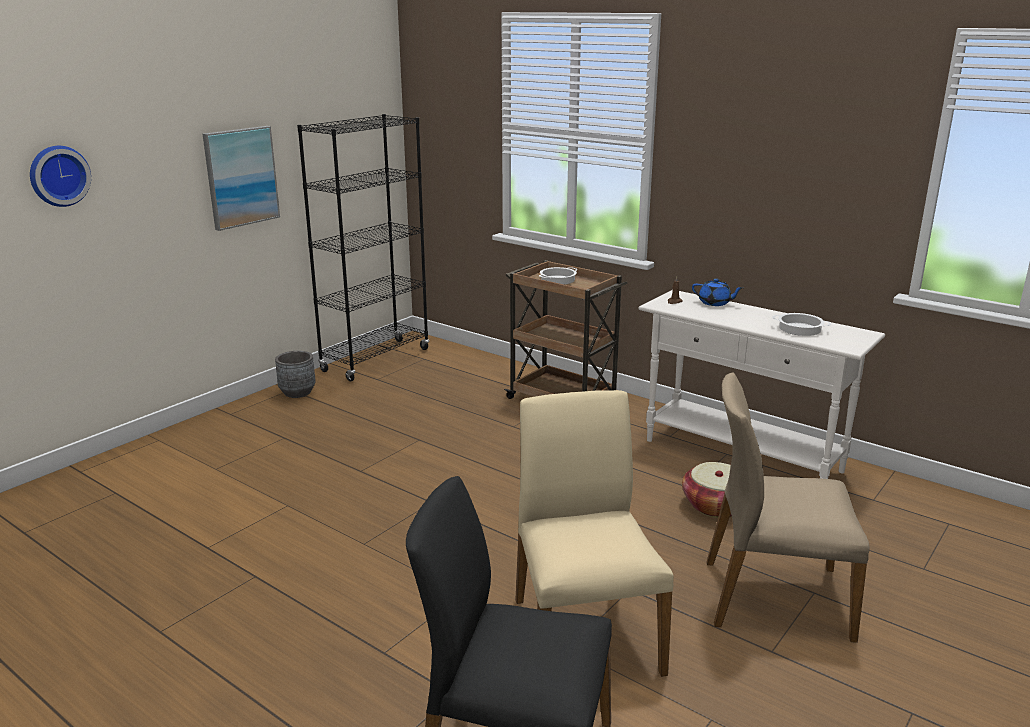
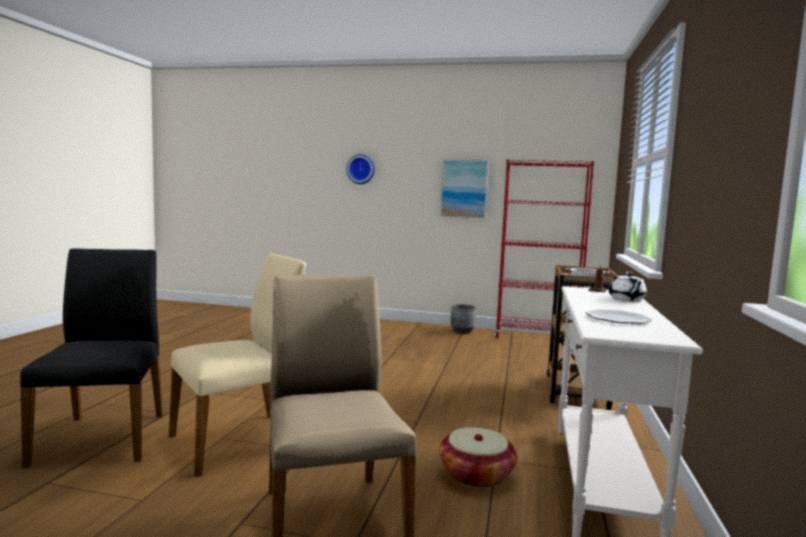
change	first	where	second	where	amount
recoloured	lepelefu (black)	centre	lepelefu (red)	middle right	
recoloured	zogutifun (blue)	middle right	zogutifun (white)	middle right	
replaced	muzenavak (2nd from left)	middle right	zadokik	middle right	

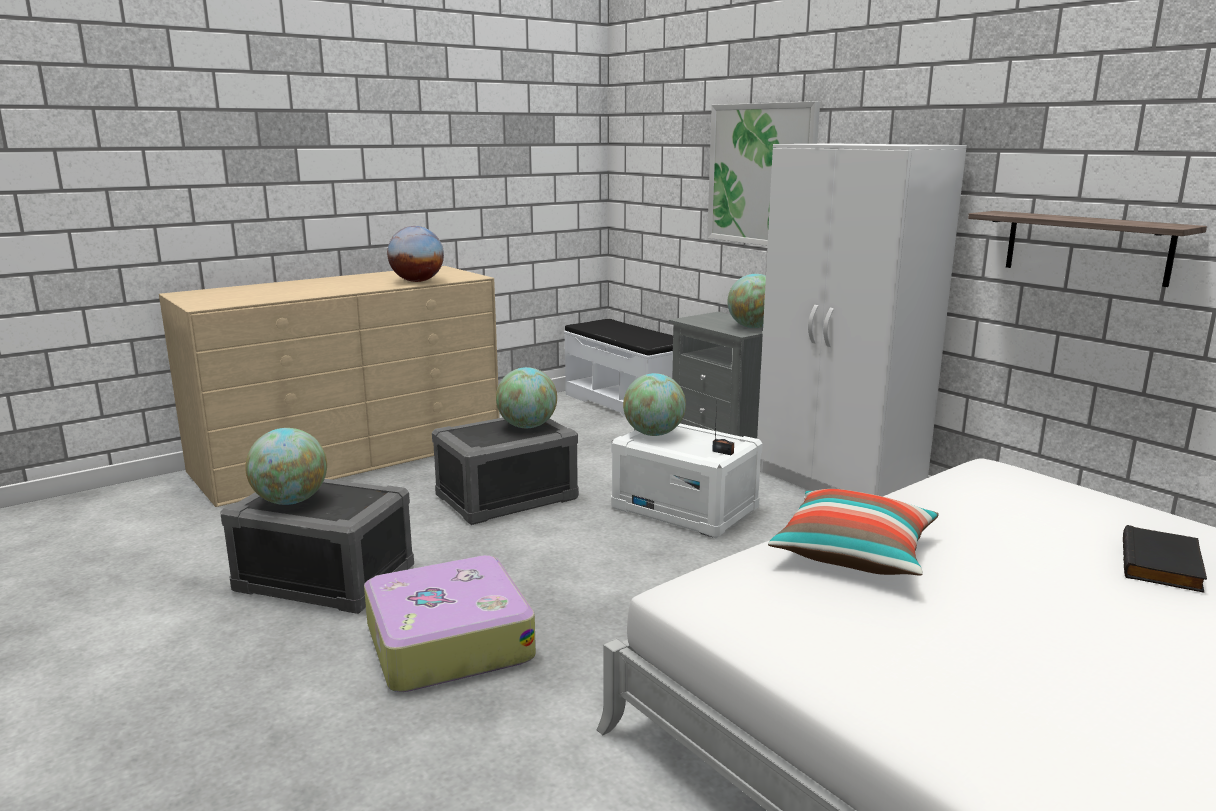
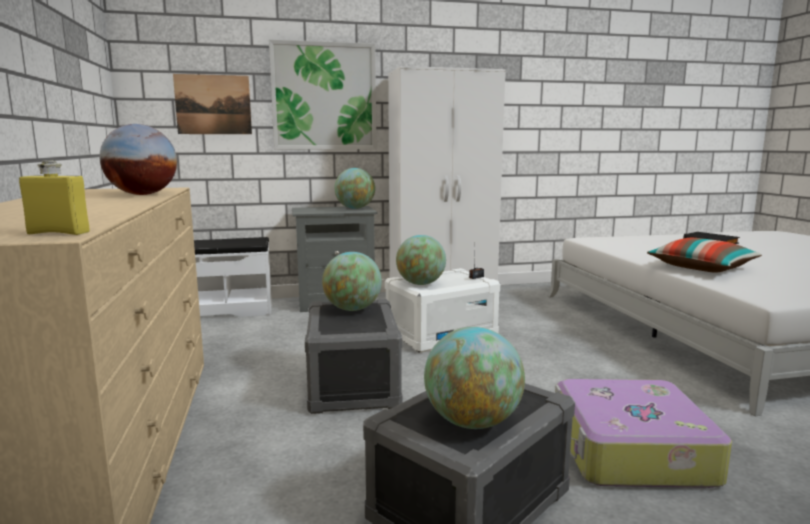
change	first	where	second	where	amount
removed	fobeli	top right			
added			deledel (1st from left)	top left	
added			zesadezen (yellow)	middle left	

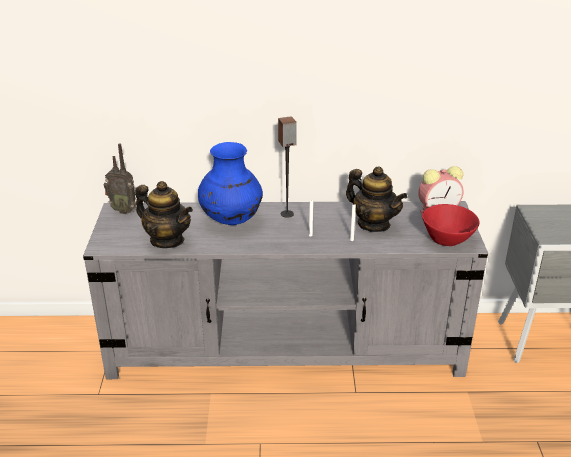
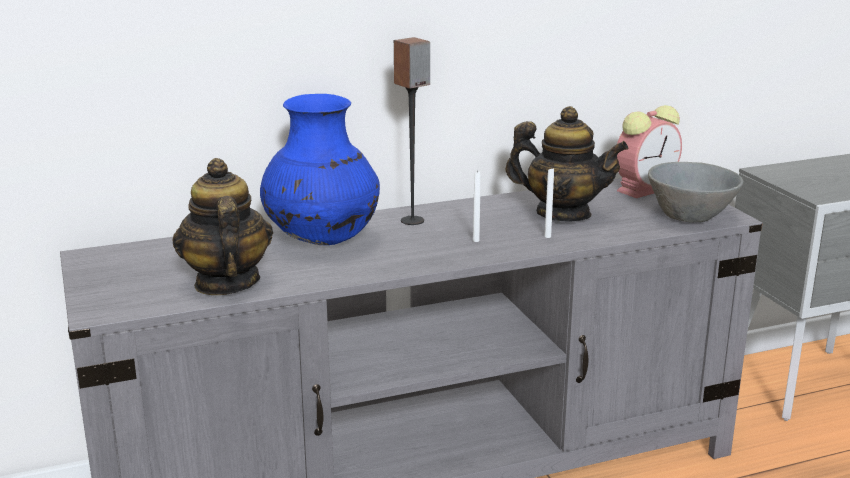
change	first	where	second	where	amount
removed	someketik	middle left			
turned	zogutifun (1st from left)	middle left		middle left	120 degrees counterclockwise
recoloured	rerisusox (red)	middle right	rerisusox (grey)	middle right	

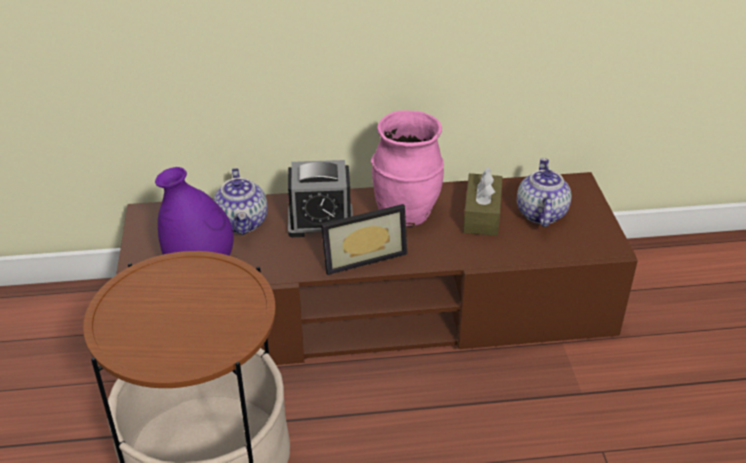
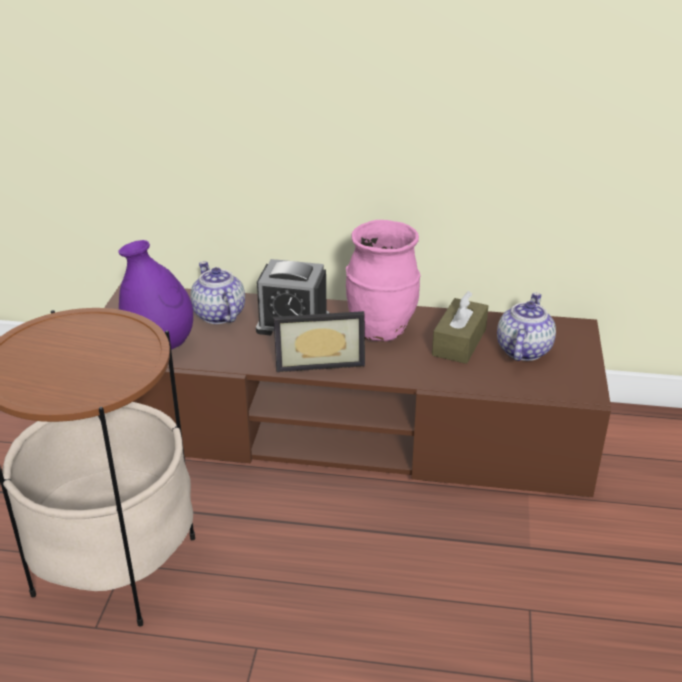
change	first	where	second	where	amount
turned	zogutifun (1st from left)	middle left		middle left	150 degrees clockwise

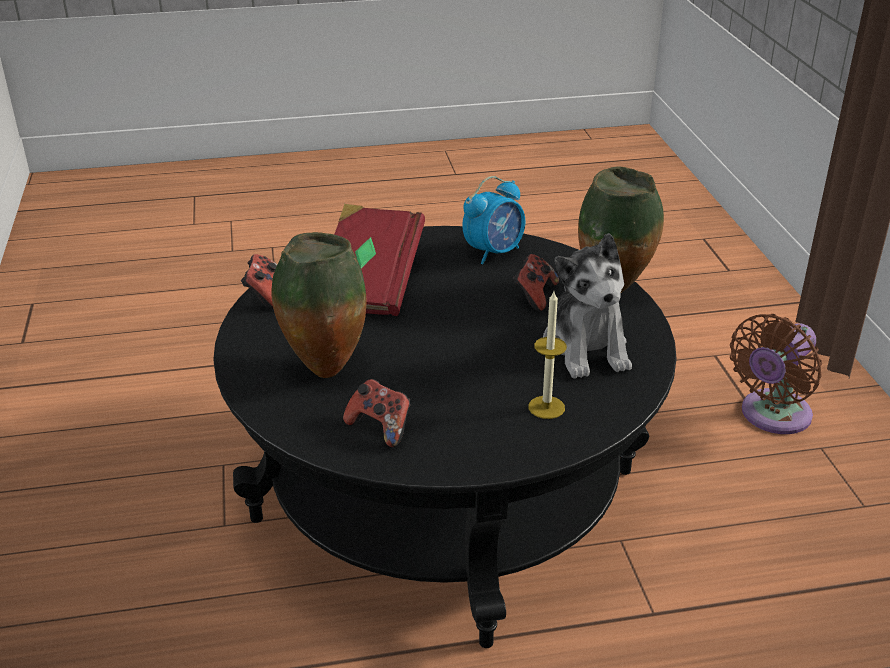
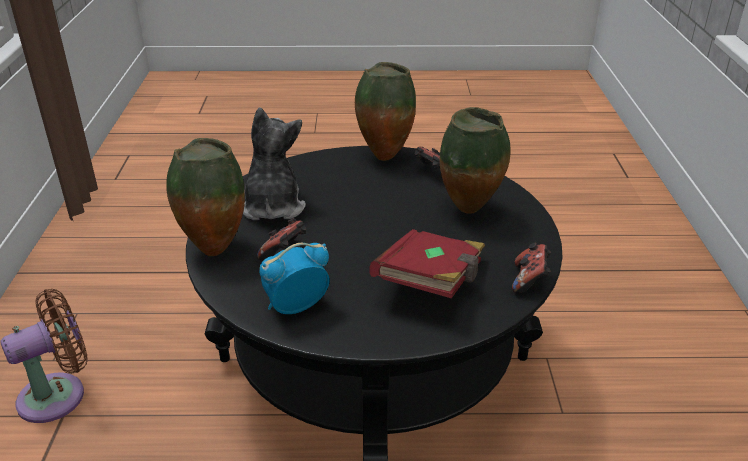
change	first	where	second	where	amount
removed	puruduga	centre			
added			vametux (2nd from left)	top centre	

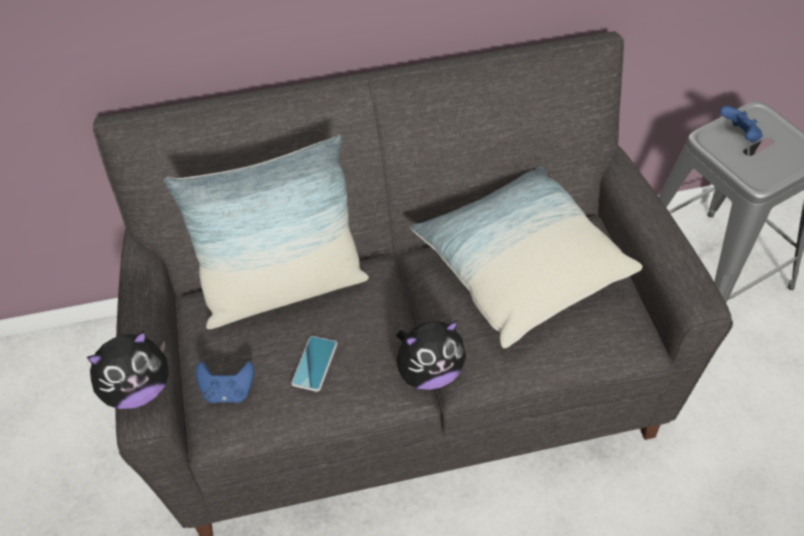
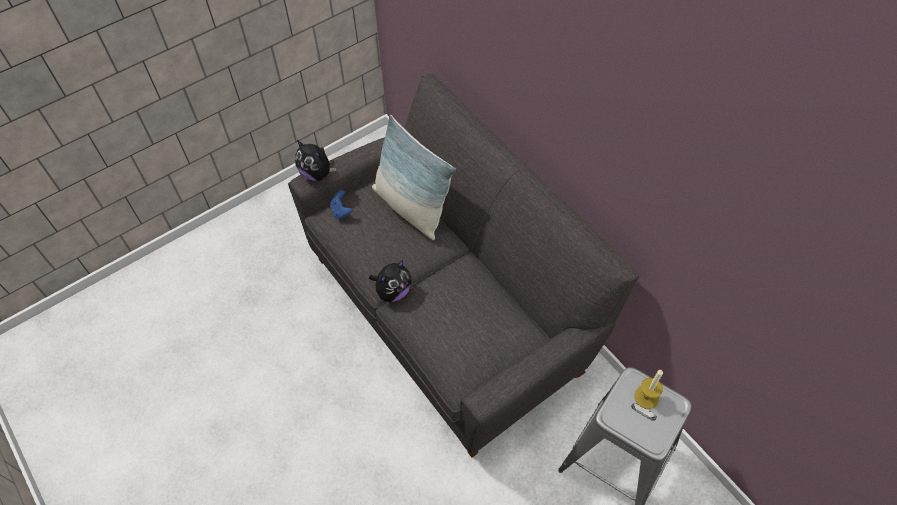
change	first	where	second	where	amount
replaced	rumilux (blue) (2nd from left)	top right	puruduga	bottom right	
removed	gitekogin (2nd from left)	centre			
turned	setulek (2nd from left)	centre		centre	90 degrees counterclockwise
removed	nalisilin	bottom centre			

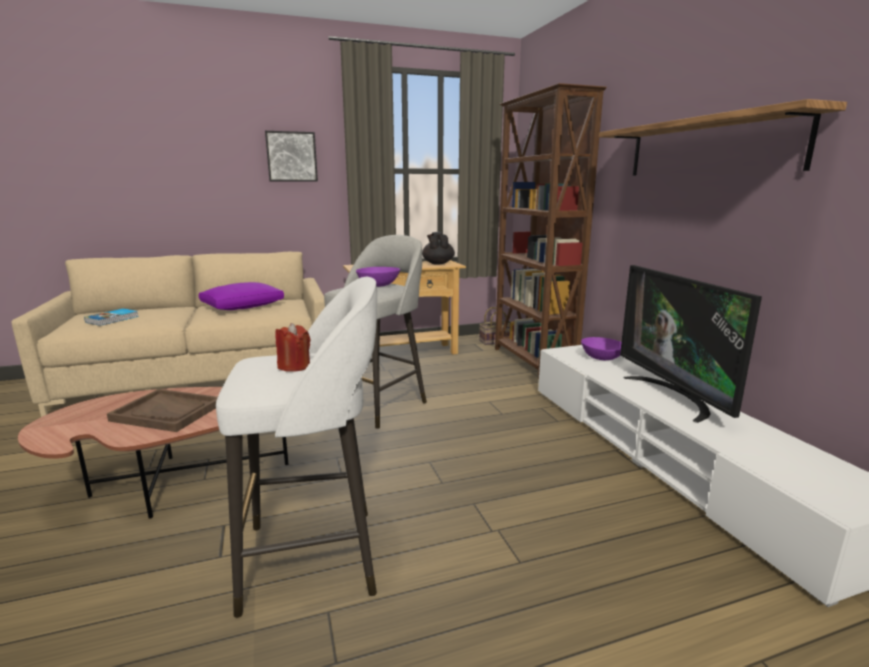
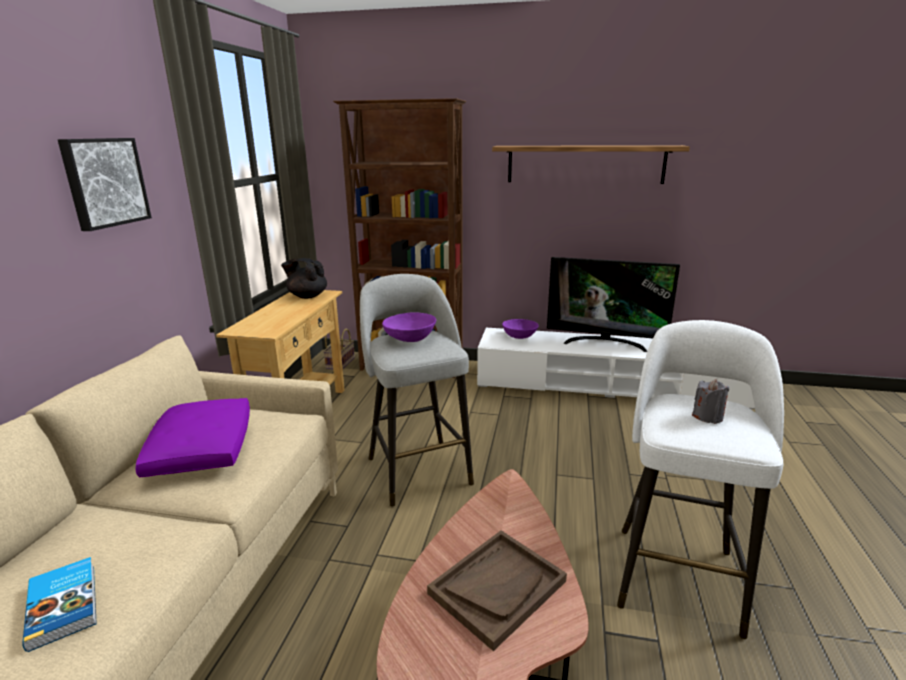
change	first	where	second	where	amount
recoloured	puruduga (red)	centre	puruduga (grey)	middle right	

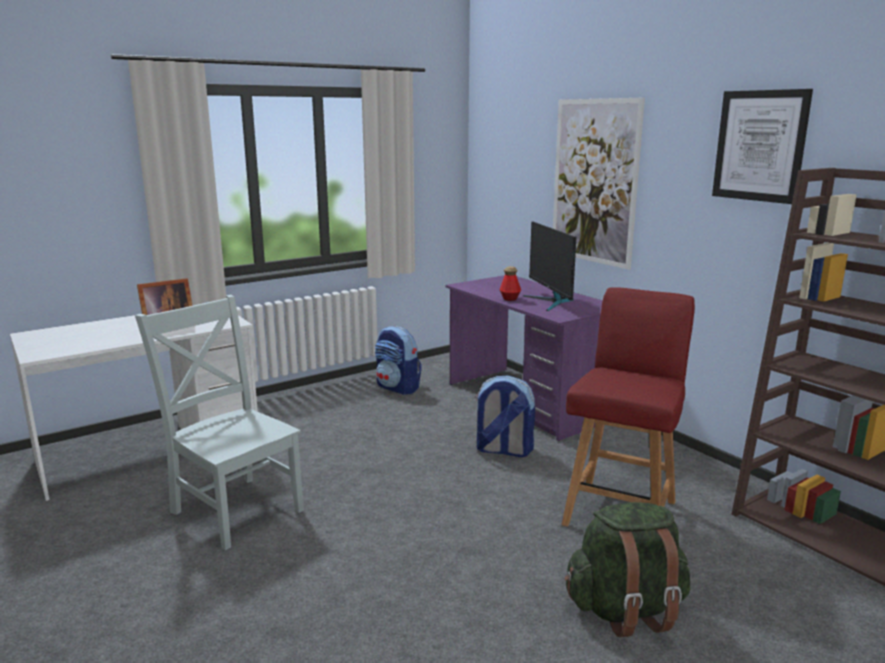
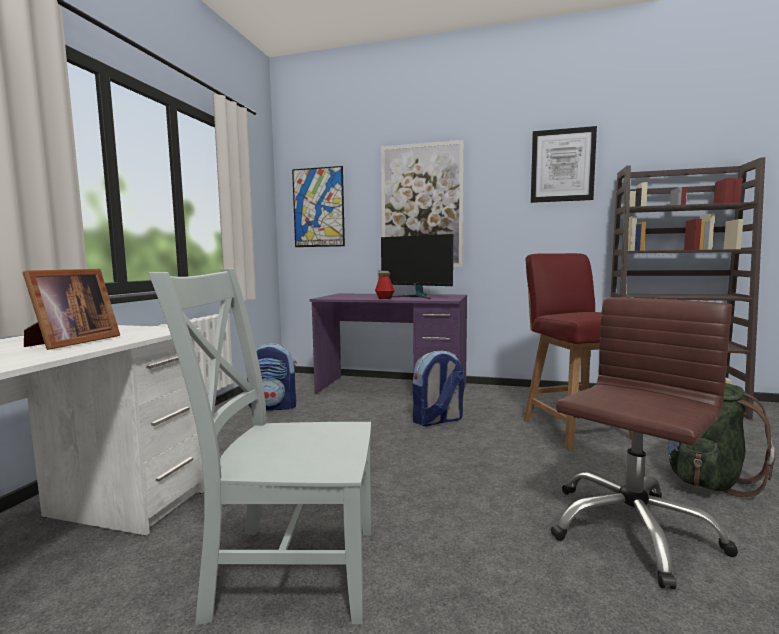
change	first	where	second	where	amount
added			deledel (1st from left)	top centre	
added			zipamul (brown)	bottom right	

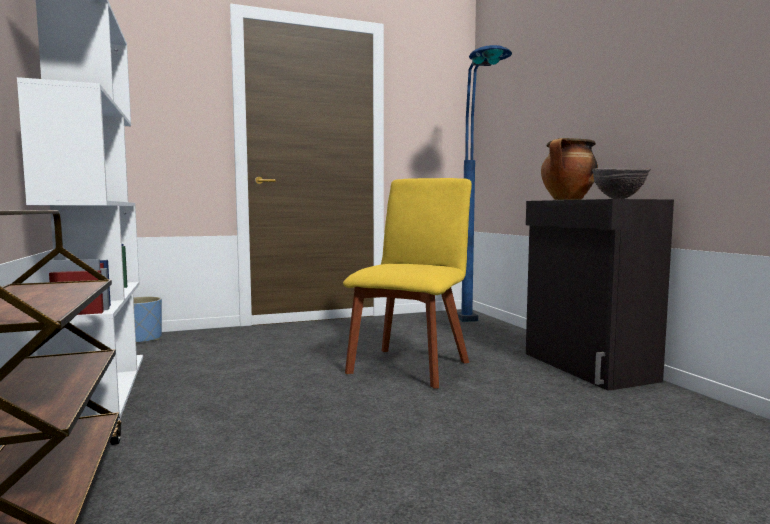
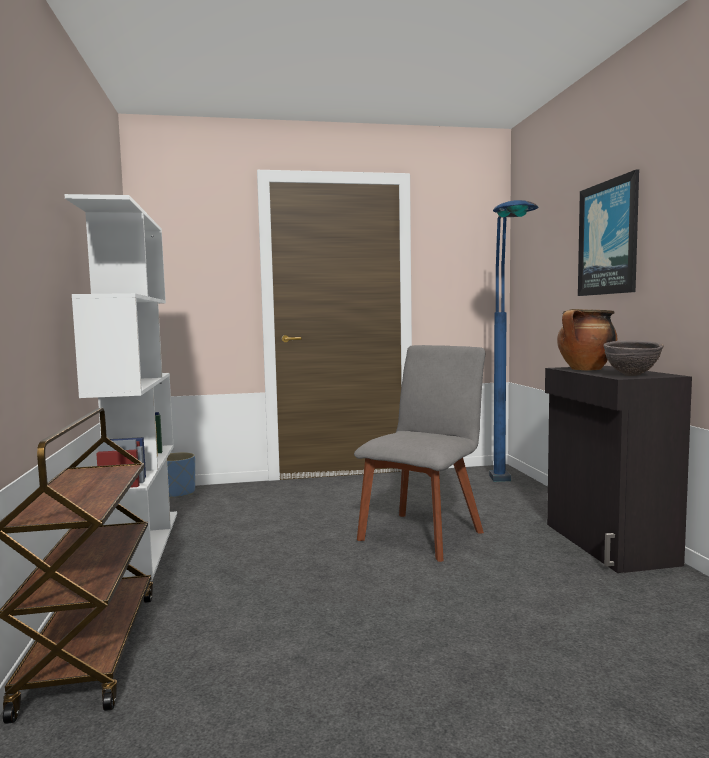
change	first	where	second	where	amount
recoloured	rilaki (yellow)	centre	rilaki (grey)	centre	
added			deledel	top right	

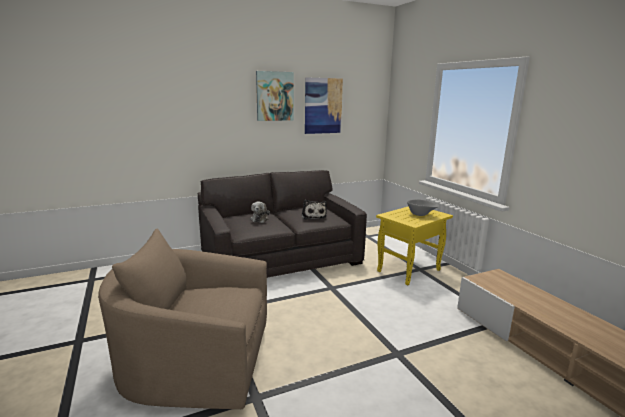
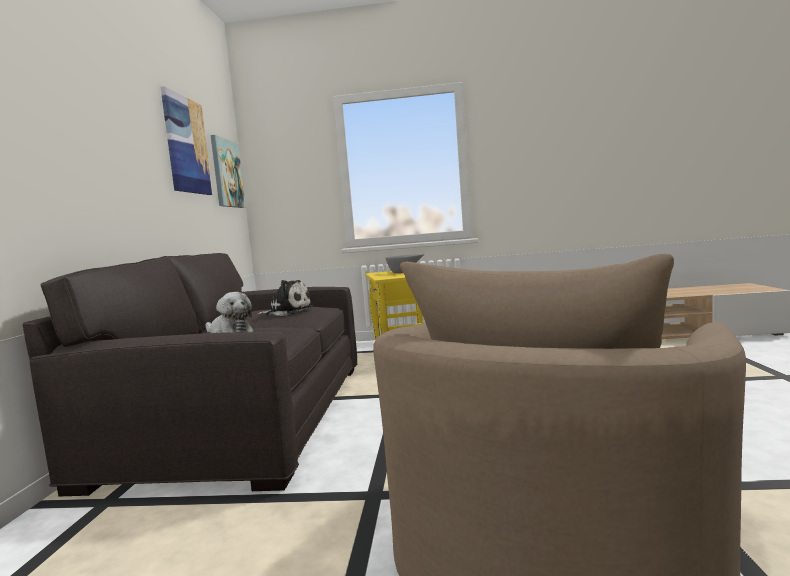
change	first	where	second	where	amount
moved	deledel (1st from left in the first image)	top centre	deledel (2nd from left)	top left	

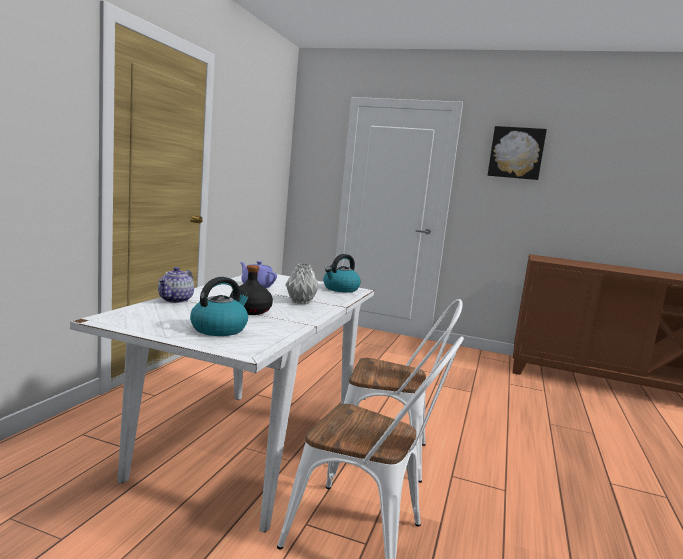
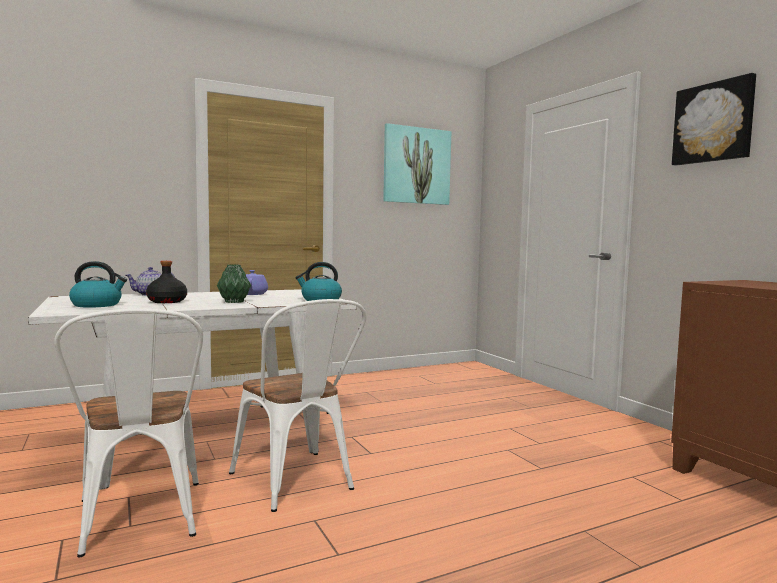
change	first	where	second	where	amount
recoloured	vametux (grey)	centre	vametux (green)	middle left	
added			deledel (1st from left)	top centre	

